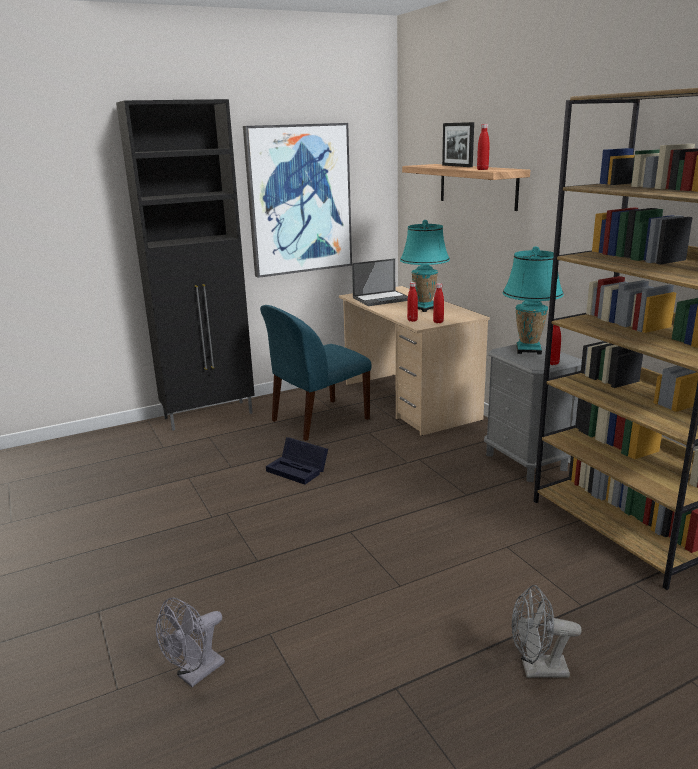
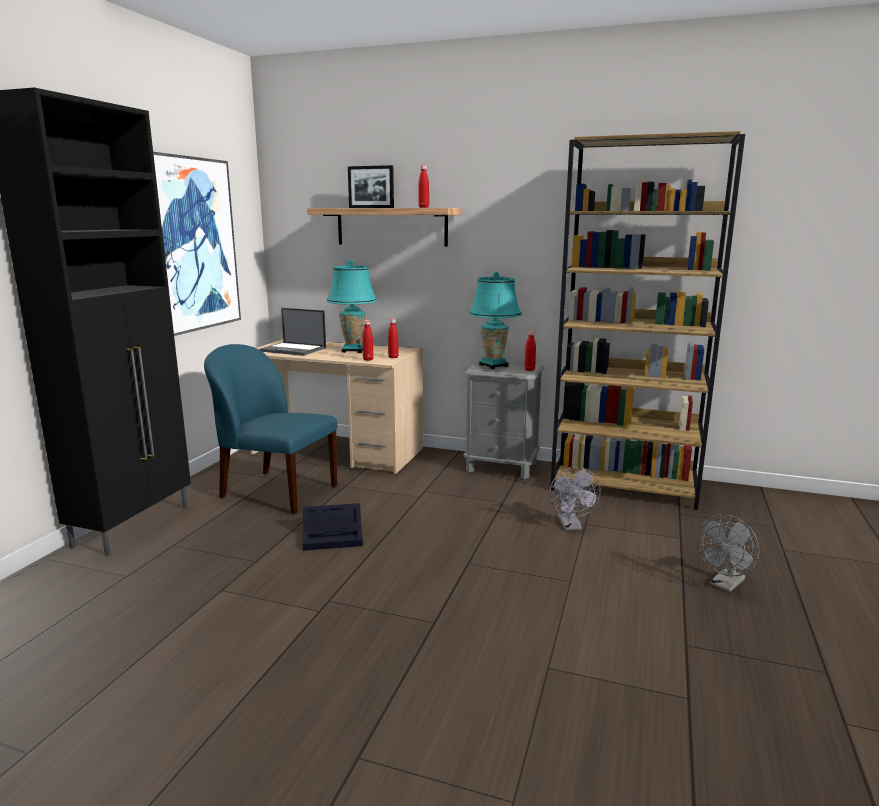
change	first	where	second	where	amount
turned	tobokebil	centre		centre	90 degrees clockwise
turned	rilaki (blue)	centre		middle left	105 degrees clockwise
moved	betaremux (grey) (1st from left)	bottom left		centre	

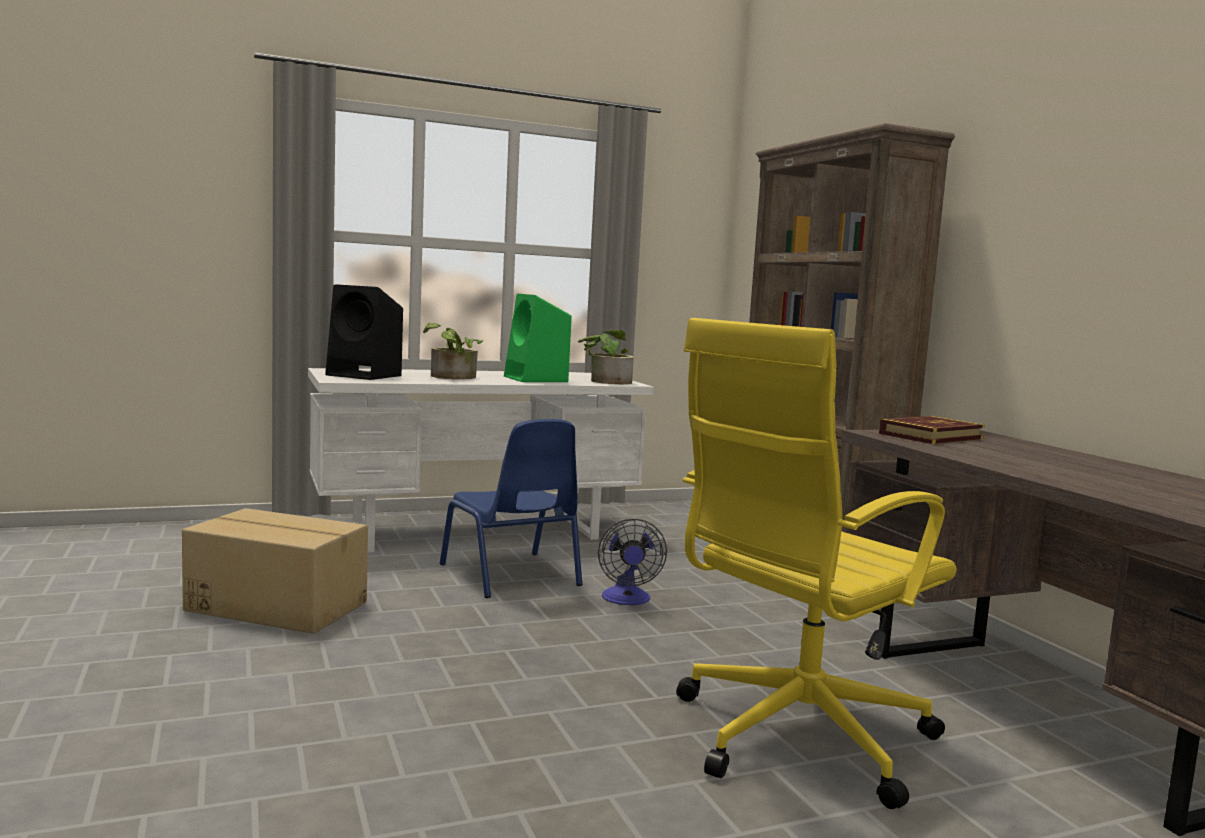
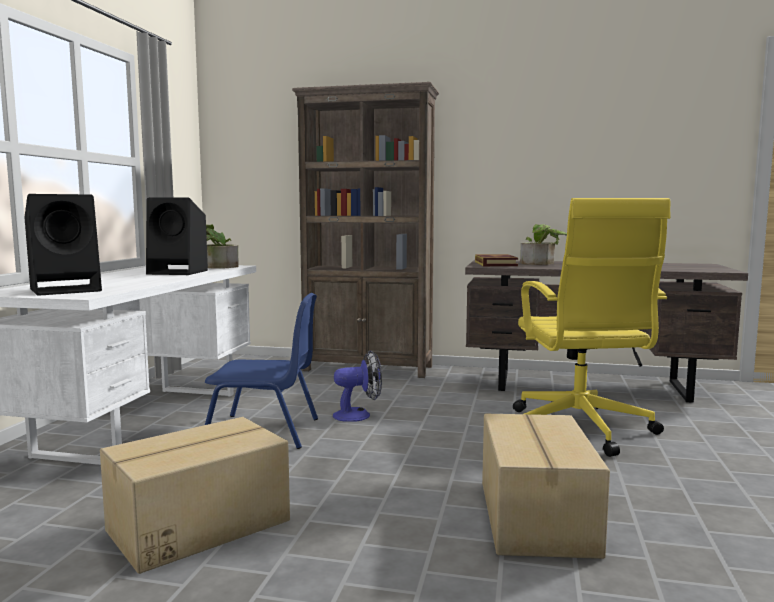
change	first	where	second	where	amount
recoloured	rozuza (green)	centre	rozuza (black) (2nd from left)	middle left	
moved	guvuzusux (1st from left in the first image)	centre	guvuzusux (2nd from left)	middle right	
turned	betaremux	bottom centre		centre	45 degrees counterclockwise
added			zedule (2nd from left)	bottom right	

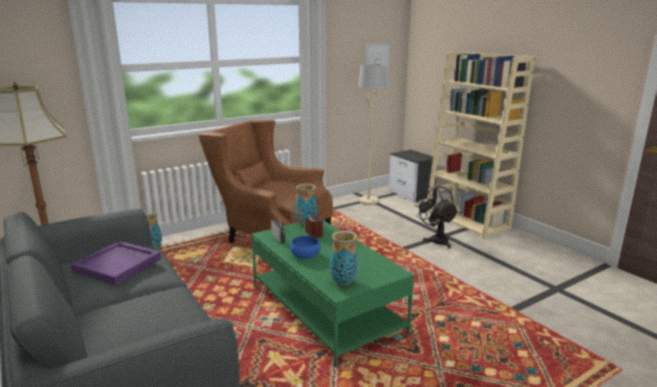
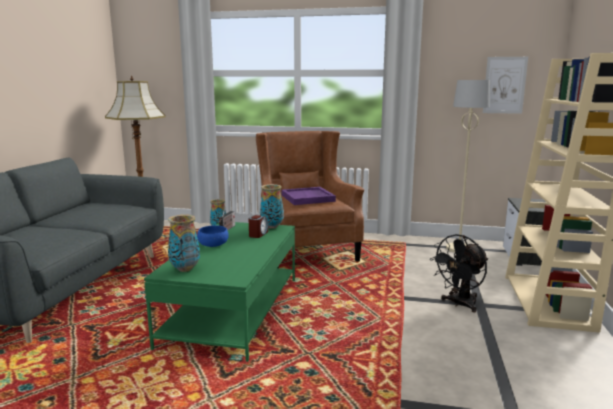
change	first	where	second	where	amount
turned	betaremux (black)	centre		bottom right	150 degrees counterclockwise
moved	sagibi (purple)	bottom left		centre	

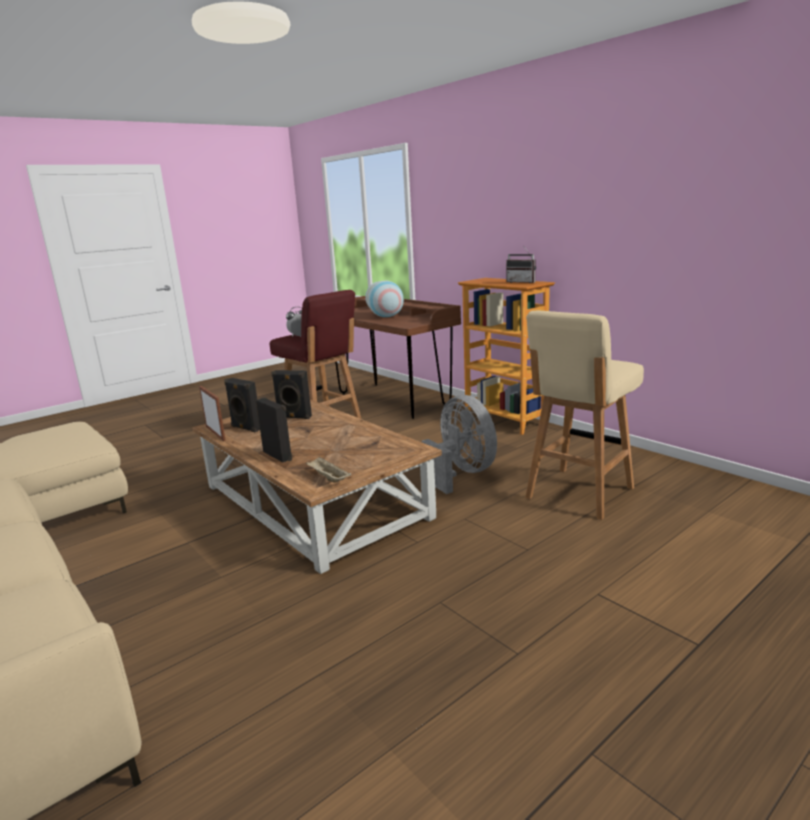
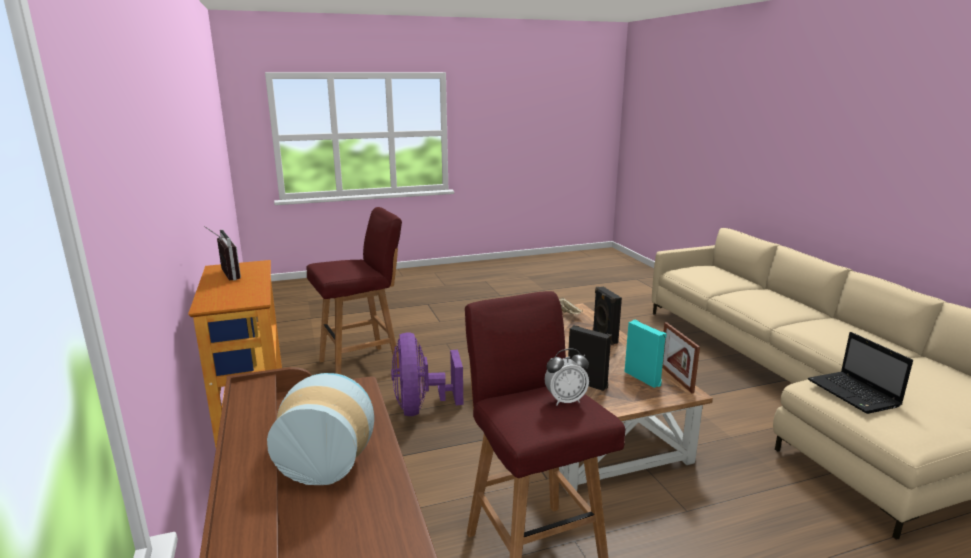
change	first	where	second	where	amount
recoloured	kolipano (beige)	middle right	kolipano (red) (1st from left)	centre	
recoloured	rozuza (black) (1st from left)	middle left	rozuza (turquoise)	centre	
recoloured	betaremux (grey)	centre	betaremux (purple)	bottom centre	
added			tobokebil	bottom right	

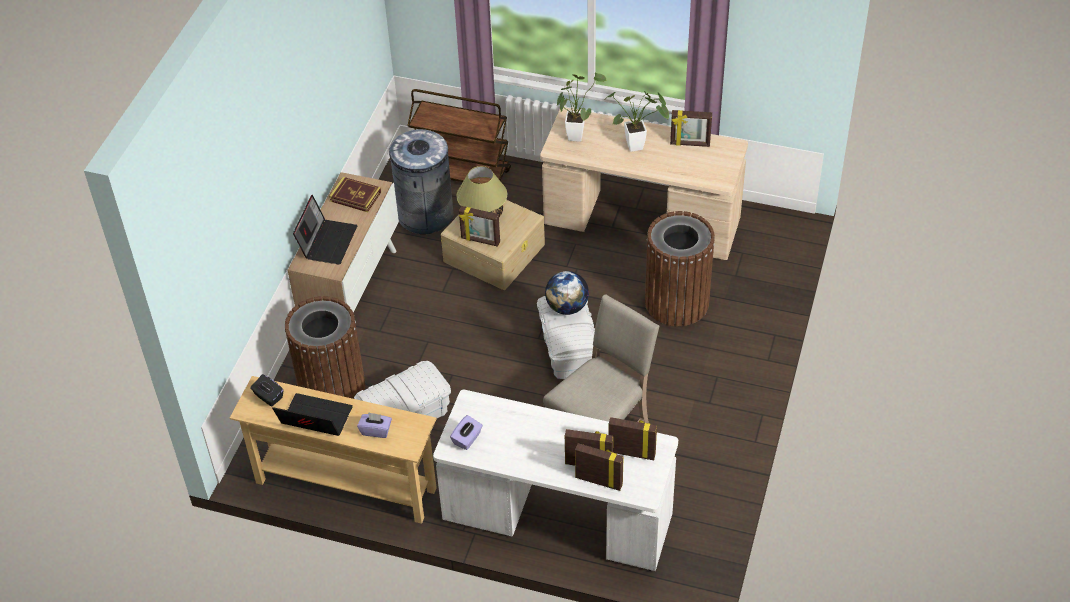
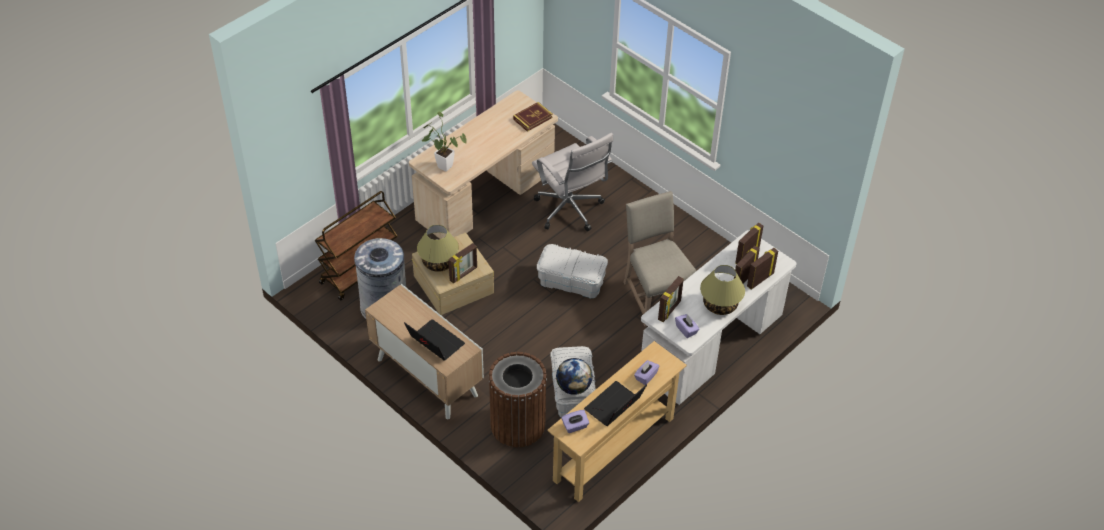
change	first	where	second	where	amount
removed	guvuzusux (2nd from left)	top centre			
moved	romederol (5th from left in the first image)	top centre	romederol (2nd from left)	centre	
moved	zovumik	top left		top centre	
replaced	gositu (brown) (2nd from left)	centre	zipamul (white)	centre	
moved	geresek	centre		bottom centre	
recoloured	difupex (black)	middle left	difupex (purple) (1st from left)	bottom centre	
added			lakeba (2nd from left)	centre	

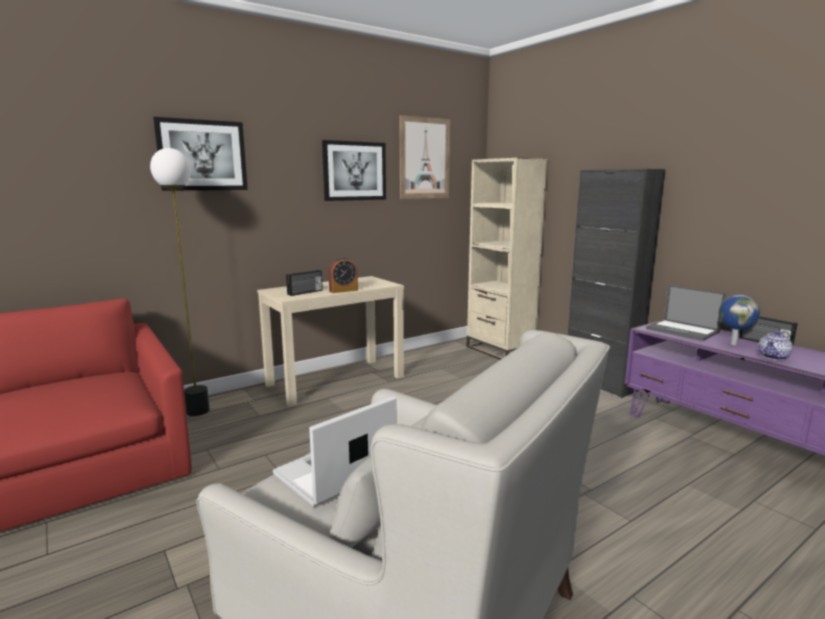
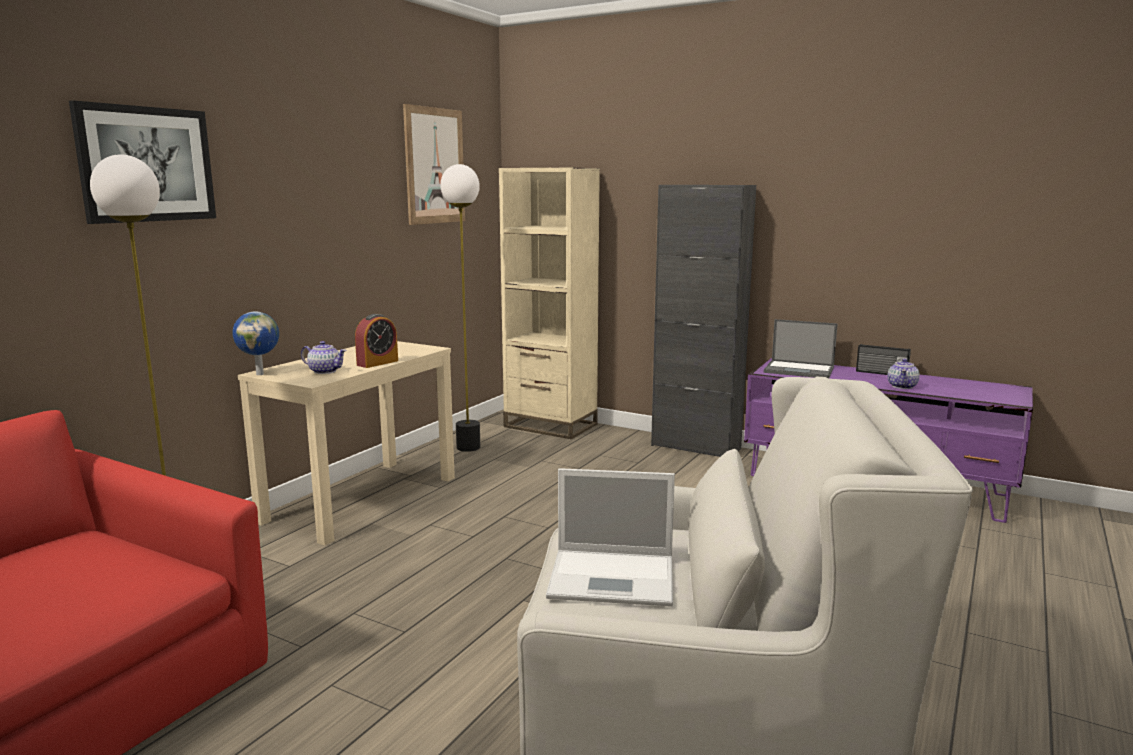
change	first	where	second	where	amount
removed	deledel (2nd from left)	top centre			
replaced	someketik (1st from left)	centre	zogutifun (1st from left)	middle left	
moved	geresek	middle right		middle left	
turned	tobokebil (1st from left)	bottom centre		bottom centre	105 degrees counterclockwise
added			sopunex (2nd from left)	centre	

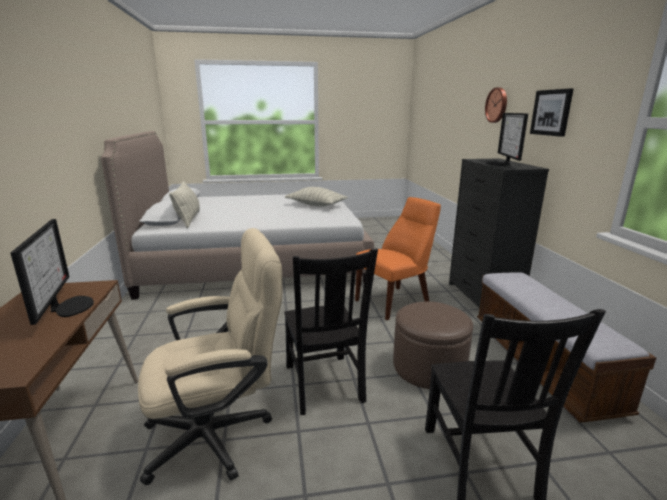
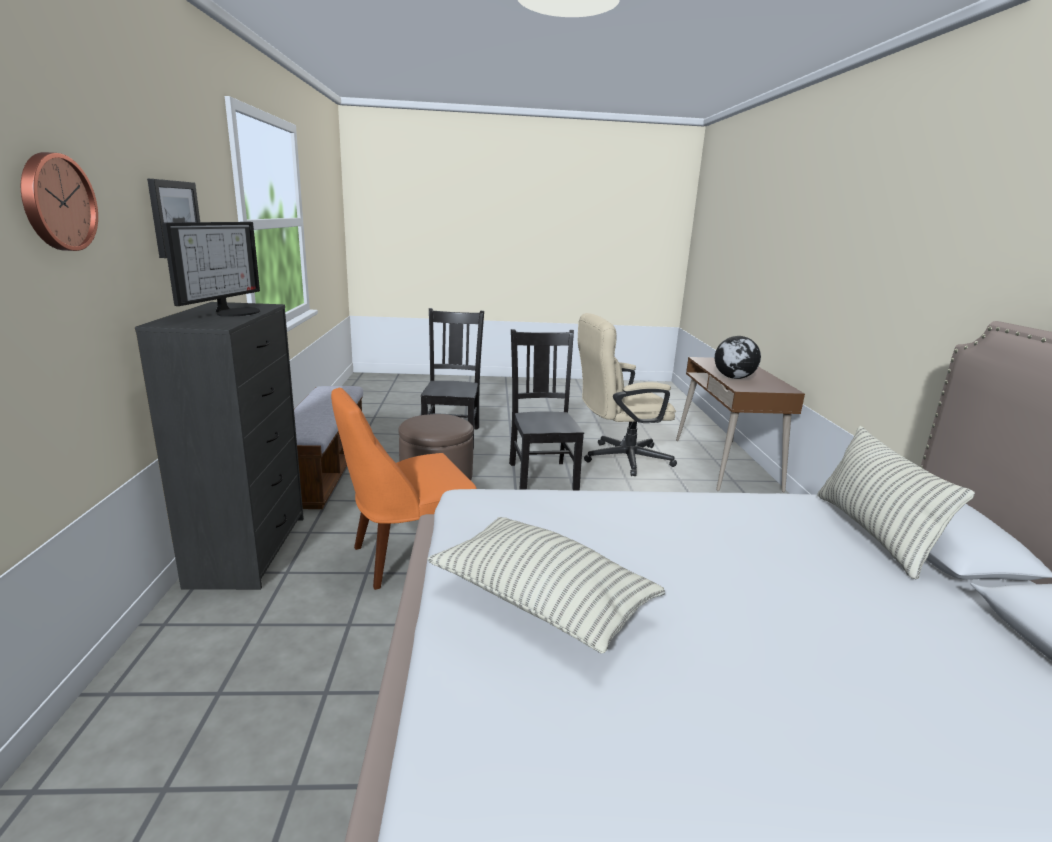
change	first	where	second	where	amount
replaced	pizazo (1st from left)	middle left	geresek	middle right	

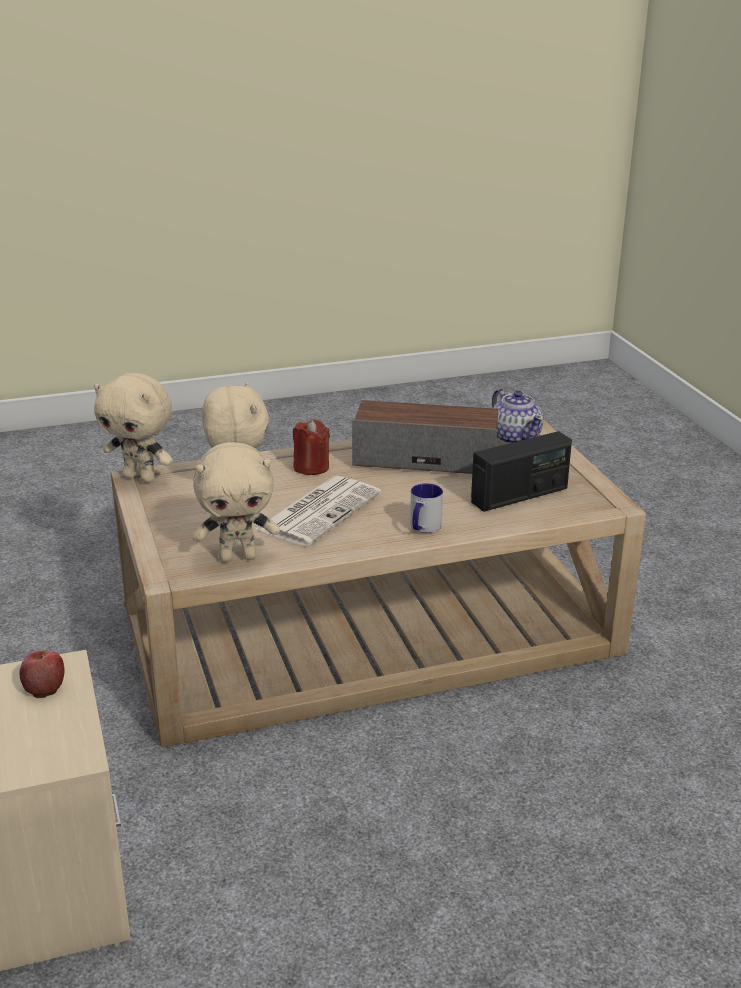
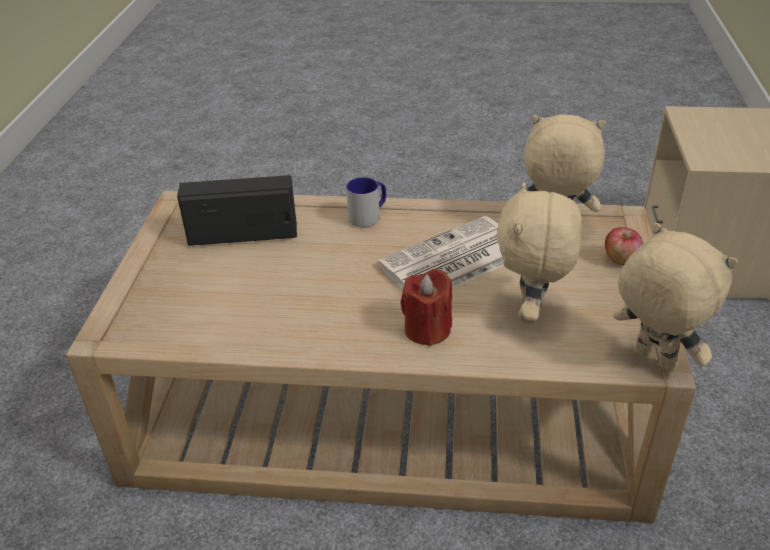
change	first	where	second	where	amount
removed	zogutifun	middle right			
removed	rozuza	centre			
moved	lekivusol	bottom left		middle right	

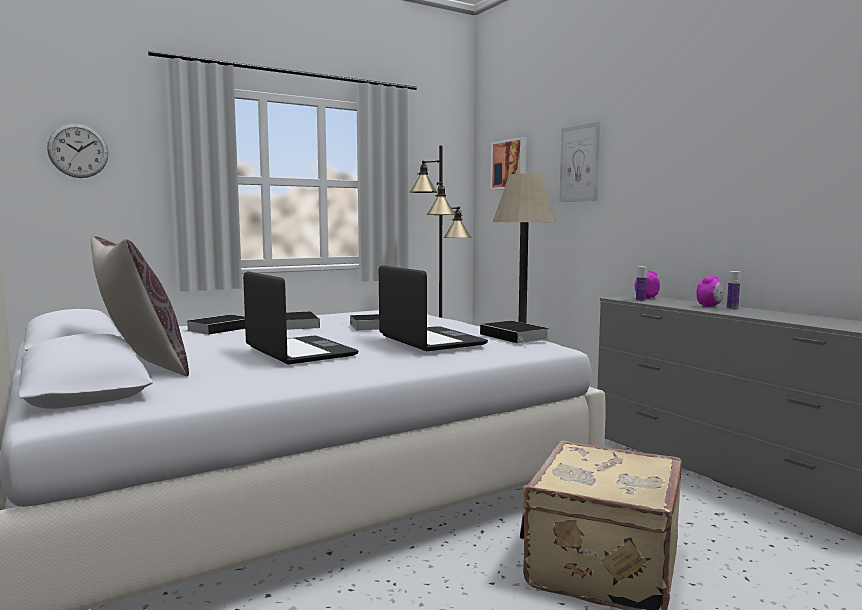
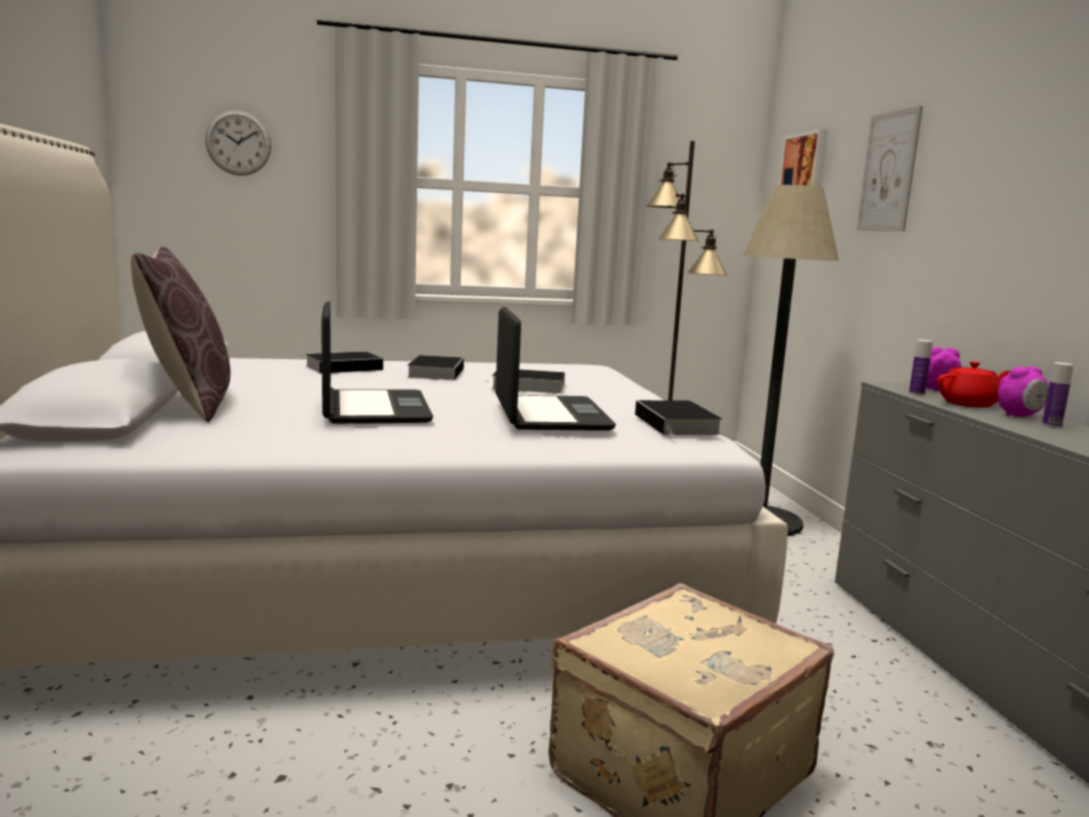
change	first	where	second	where	amount
added			zogutifun (red)	middle right	

